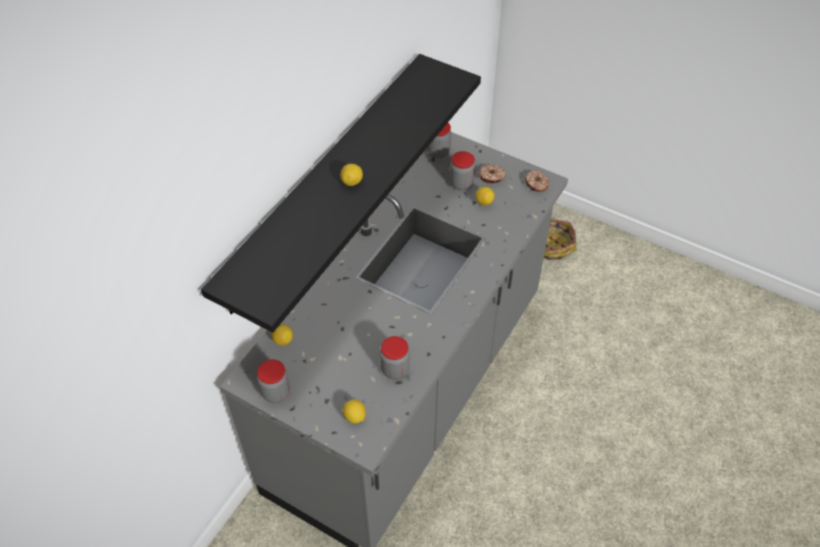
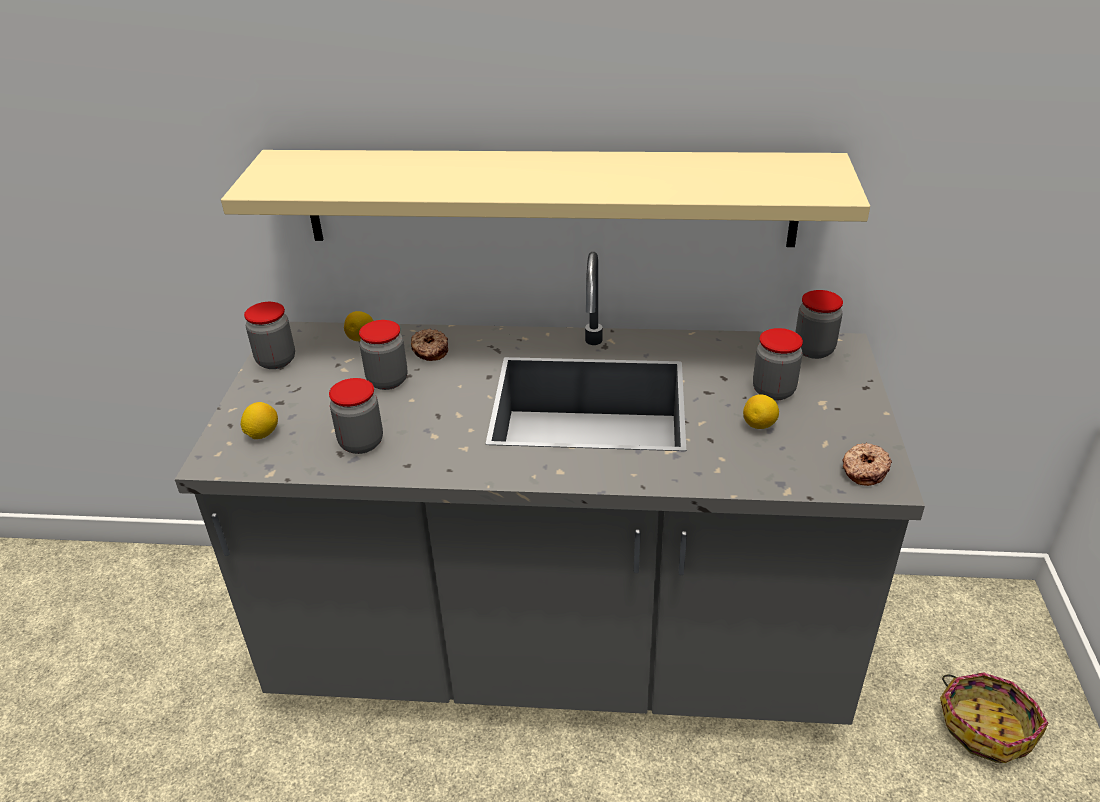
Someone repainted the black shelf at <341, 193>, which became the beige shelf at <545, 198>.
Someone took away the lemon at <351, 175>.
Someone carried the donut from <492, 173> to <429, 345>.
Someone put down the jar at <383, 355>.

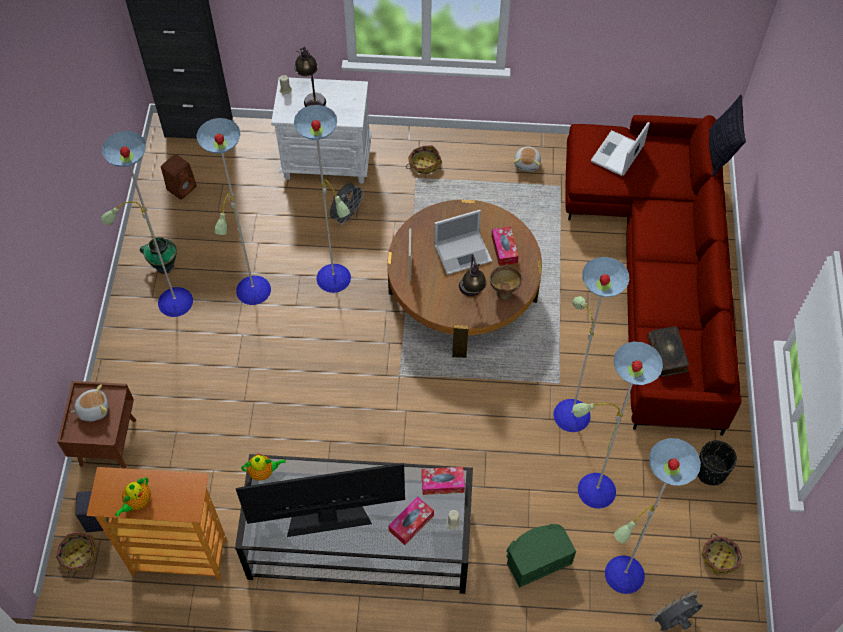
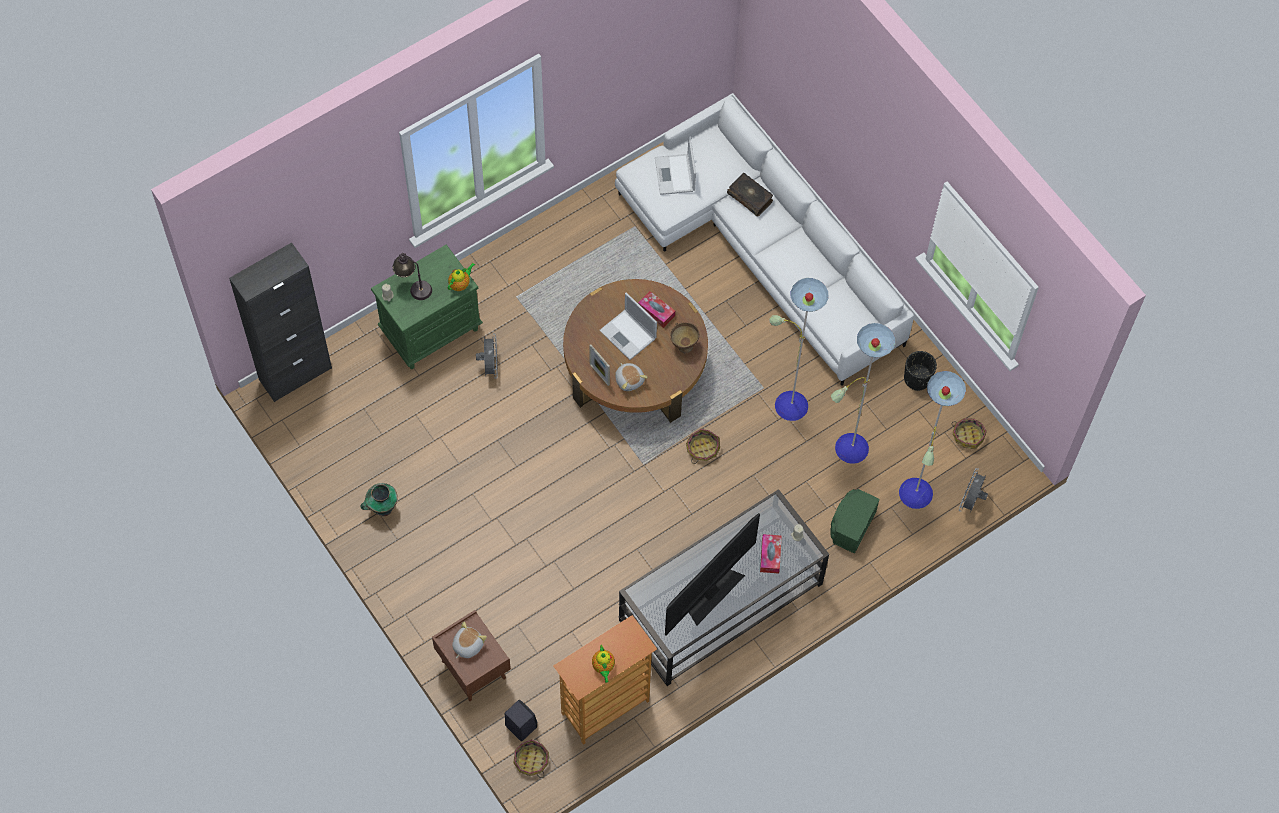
Someone repainted the white nightstand at <321, 131>, which became the green nightstand at <427, 306>.
Someone took away the pillow at <727, 135>.
Someone took away the floor lamp at <226, 211>.
Someone repainted the red sofa at <653, 275>, which became the white sofa at <764, 241>.
Someone carried the basket from <424, 159> to <703, 446>.
Someone carried the plush toy from <527, 159> to <631, 377>.
Someone took away the brown speaker at <179, 177>.
Someone rotated the laptop at <463, 242> by 105 degrees clockwise.
Someone took away the table lamp at <472, 275>.
Someone carried the book from <668, 351> to <750, 195>.
Someone carried the teapot from <263, 467> to <461, 277>.
Someone took away the tissue box at <443, 481>.

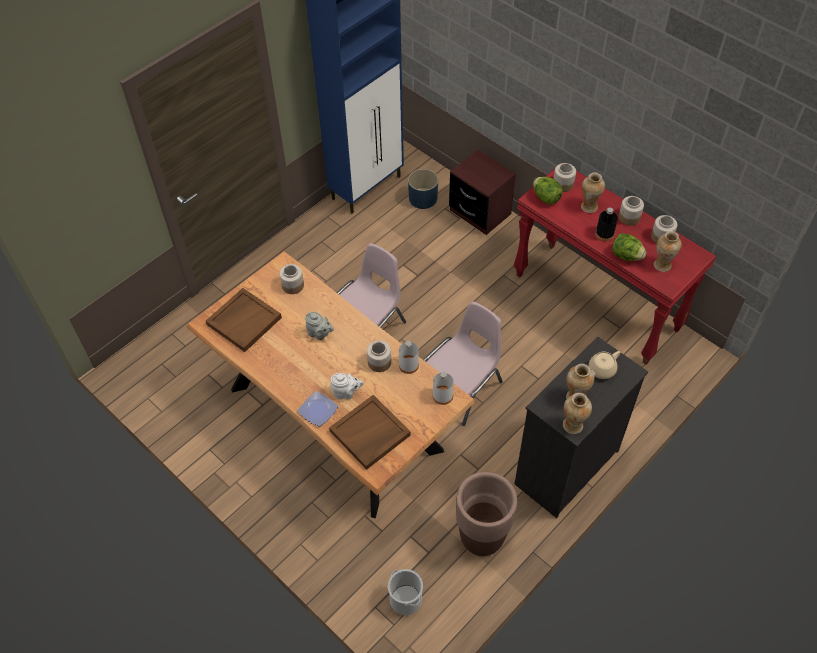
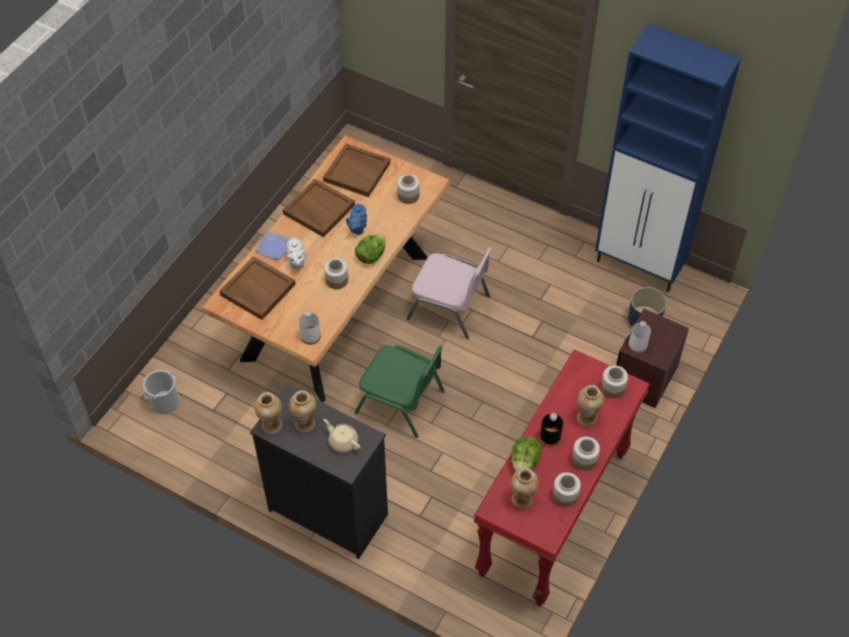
Someone carried the lettuce from <548, 191> to <370, 249>.
Someone repainted the pink chair at <463, 364>, which became the green chair at <400, 391>.
Someone repainted the grey teapot at <319, 326>, which became the blue teapot at <356, 219>.
Someone carried the white bottle from <409, 357> to <639, 337>.
Someone took away the brown planter at <486, 514>.
Someone put down the brown tray at <319, 208>.

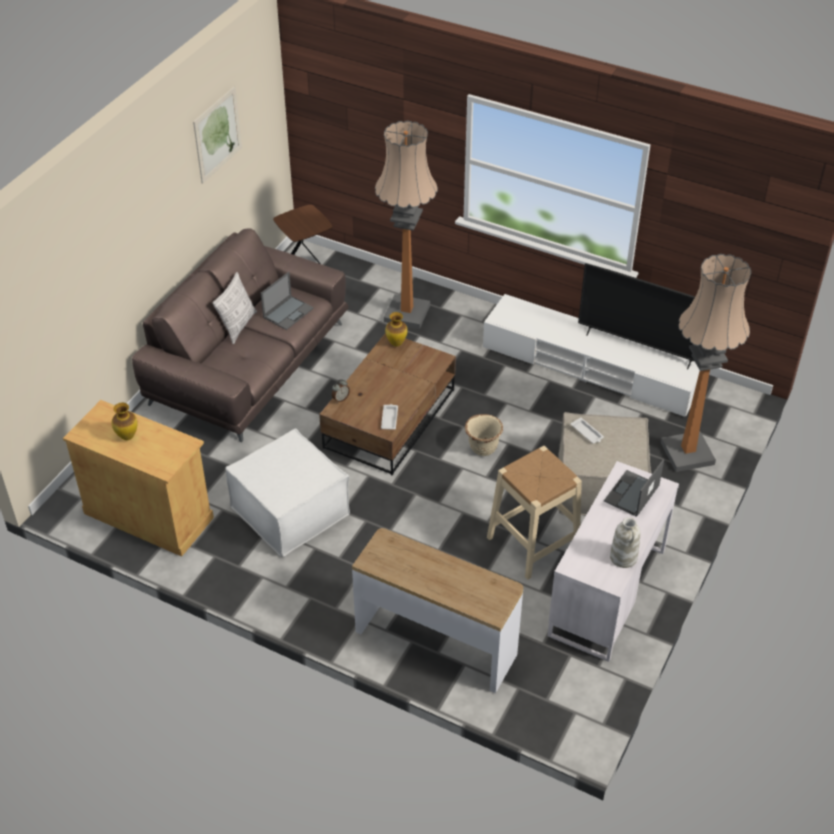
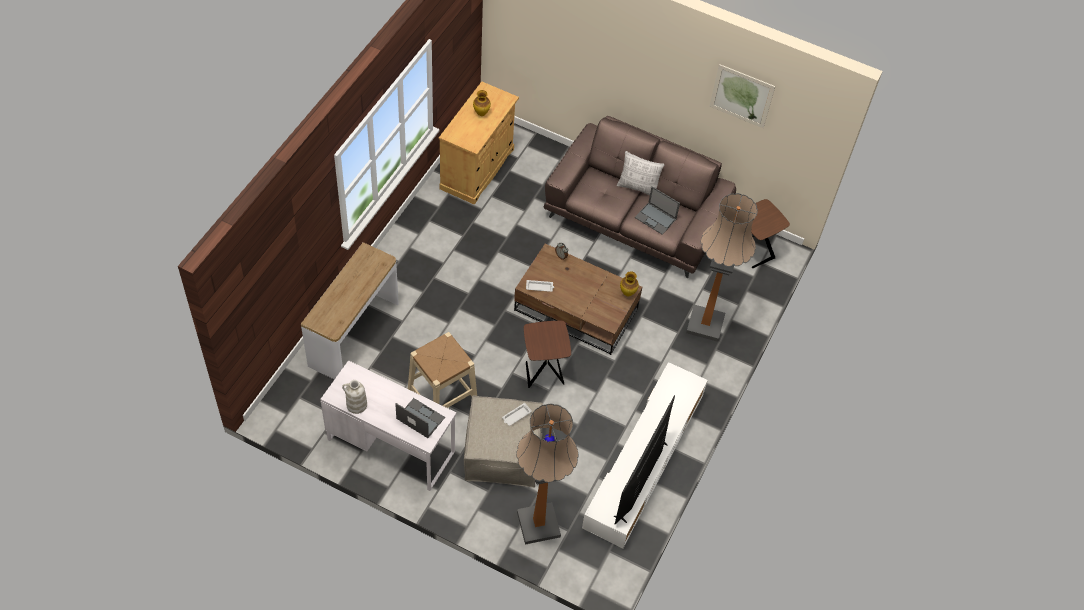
Someone swapped the beige planter at <484, 435> for the brown side table at <547, 354>.
Someone took away the white ottoman at <287, 492>.

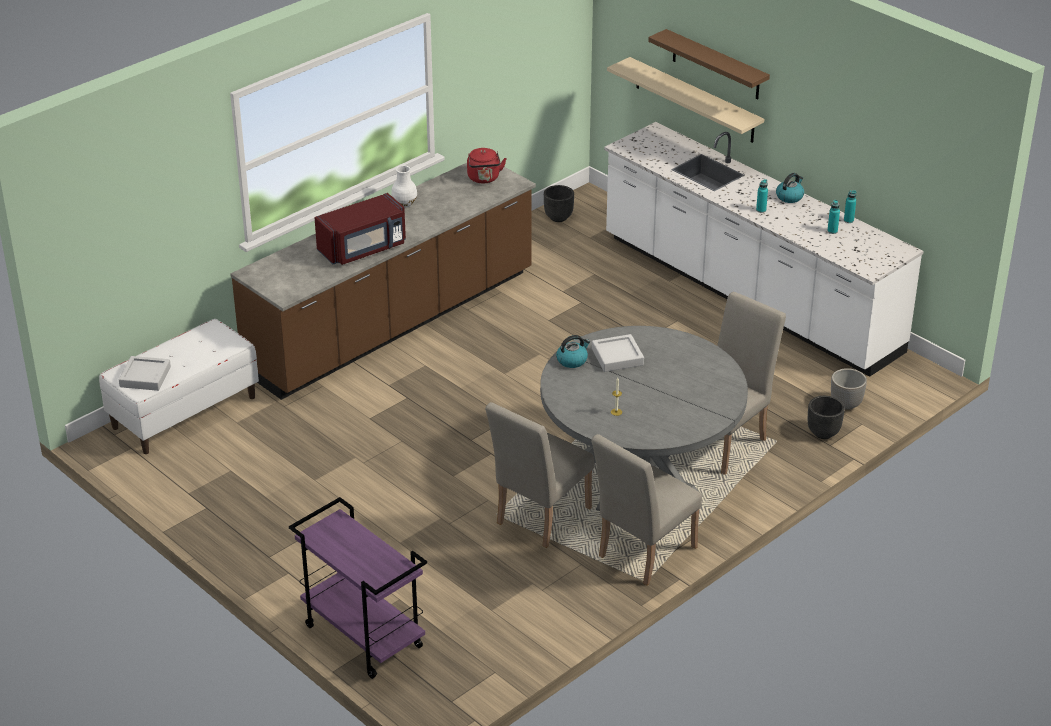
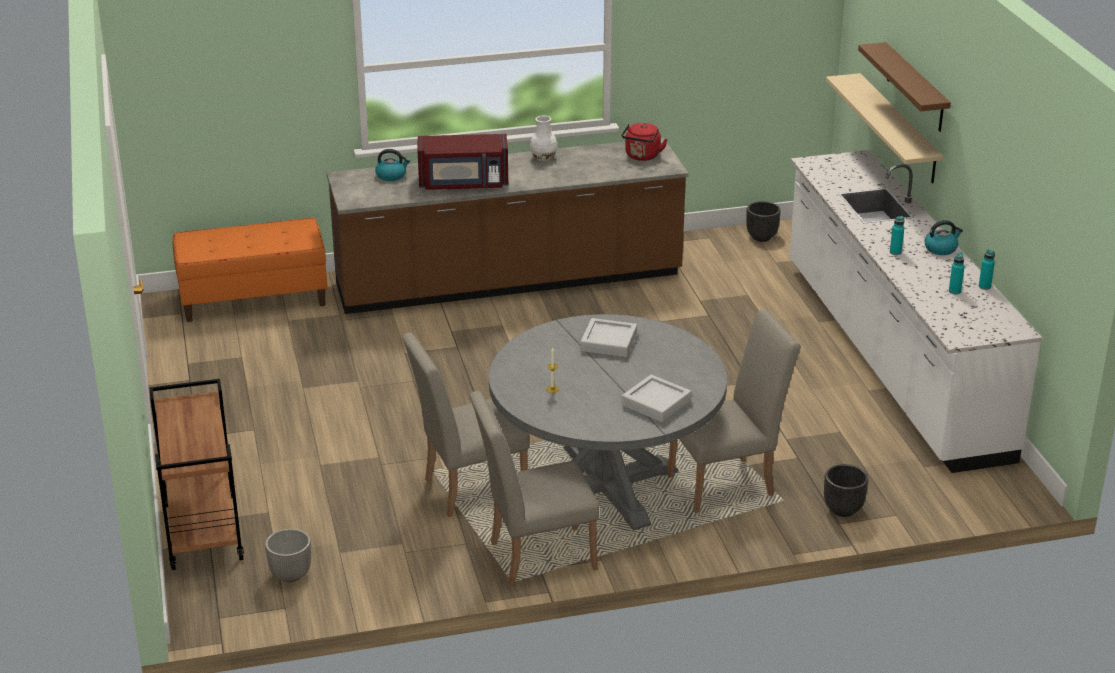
Someone repainted the white bench at <179, 386>, which became the orange bench at <250, 270>.
Someone carried the kettle from <573, 351> to <392, 165>.
Someone carried the grey tray from <145, 373> to <656, 398>.
Someone carried the planter from <849, 389> to <288, 555>.
Someone repainted the purple cart at <358, 588>, which became the brown cart at <196, 474>.

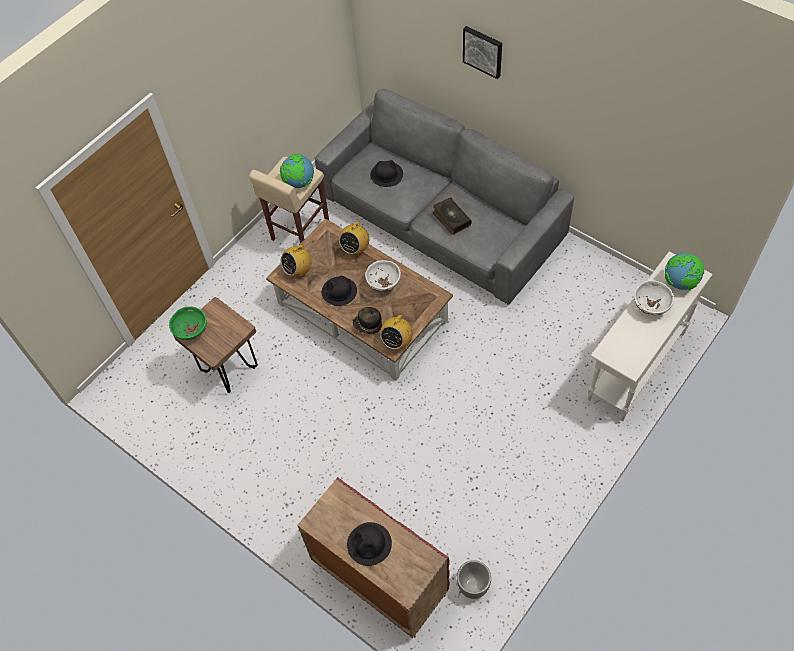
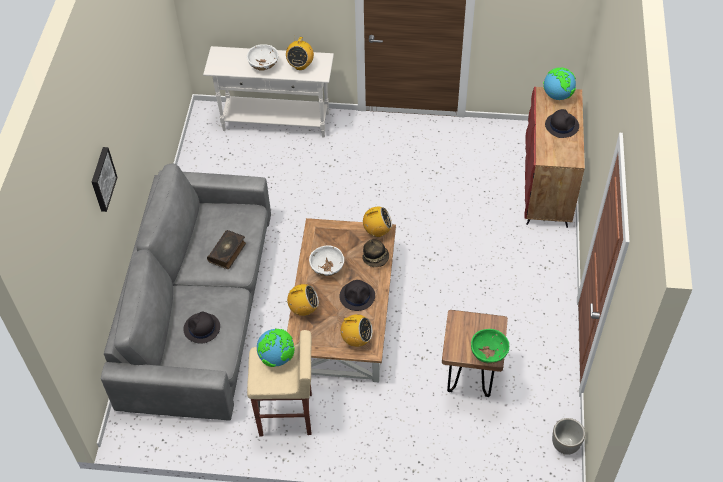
Someone carried the globe from <684, 271> to <559, 83>.
Someone carried the planter from <474, 579> to <568, 436>.
Someone put down the radio at <300, 53>.

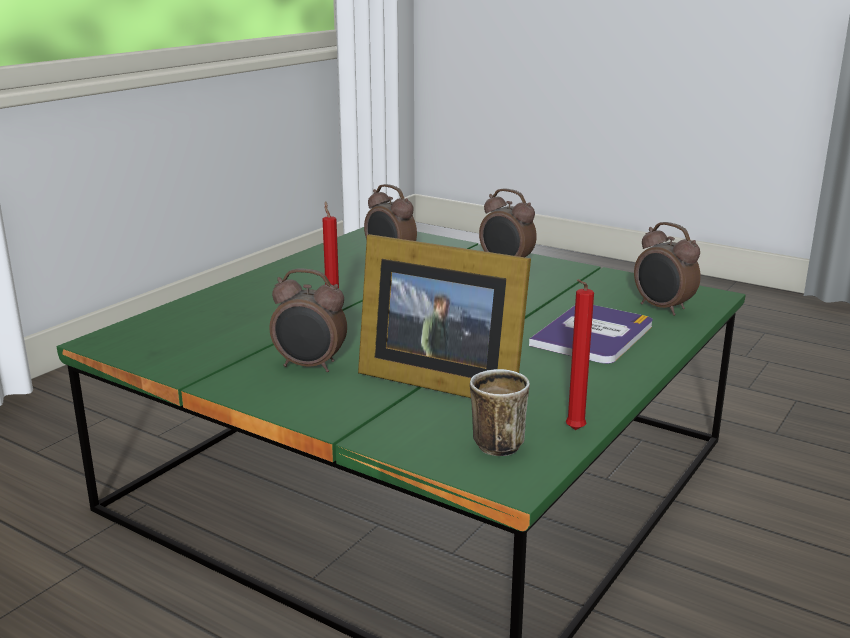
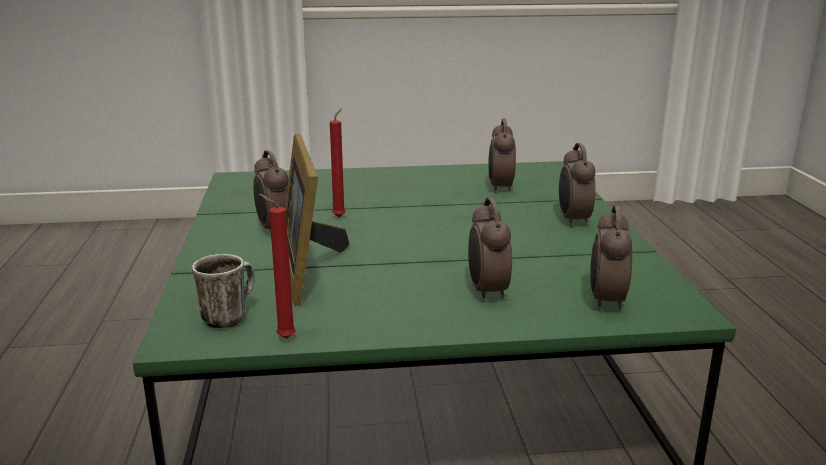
Someone swapped the book at <591, 334> for the alarm clock at <490, 249>.

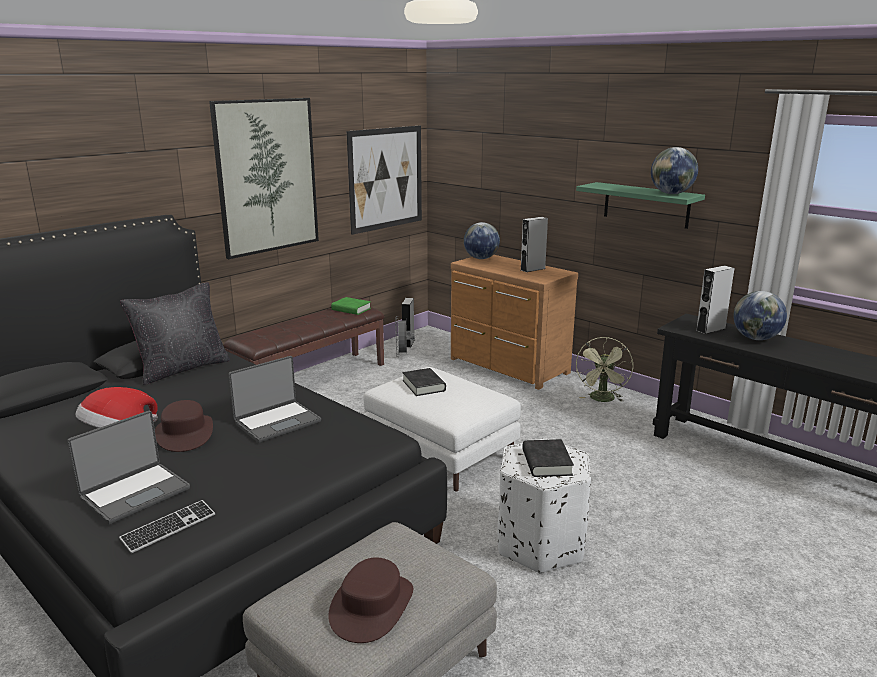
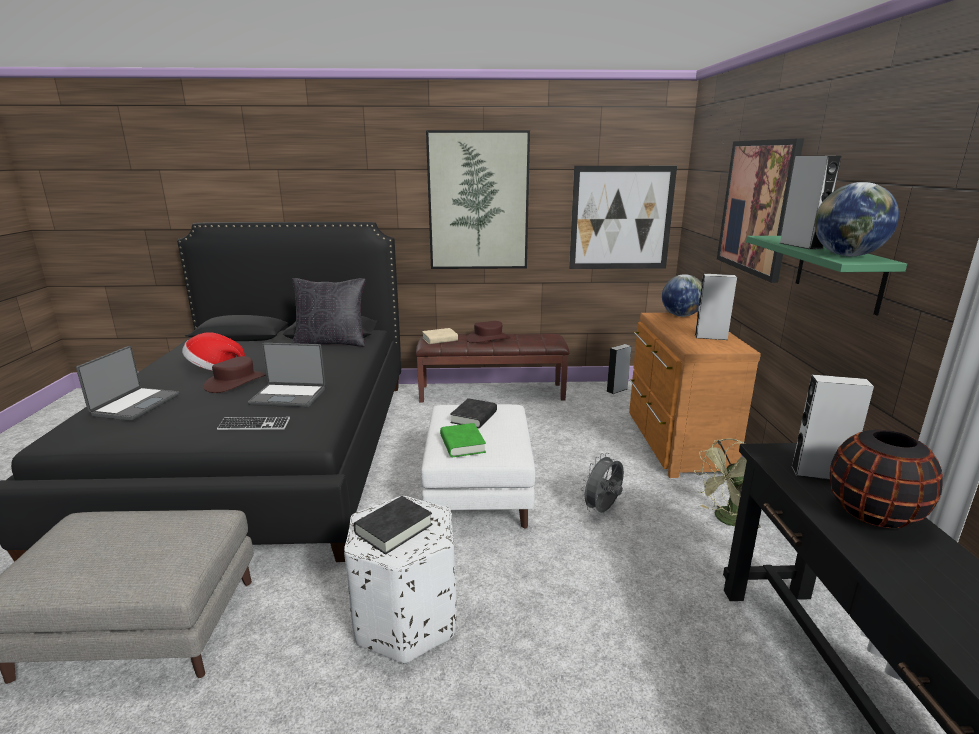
Someone swapped the globe at <760, 315> for the black vase at <886, 478>.
Someone carried the green book from <351, 306> to <463, 440>.
Someone carried the grey fan from <405, 336> to <602, 482>.
Someone rotated the laptop at <128, 468> by 75 degrees counterclockwise.
Someone carried the keyboard from <167, 526> to <253, 423>.
Someone carried the brown hat from <370, 600> to <488, 332>.
Someone put up the picture at <760, 211>.
Someone put down the grey speaker at <810, 202>.
Someone put down the beige book at <440, 336>.

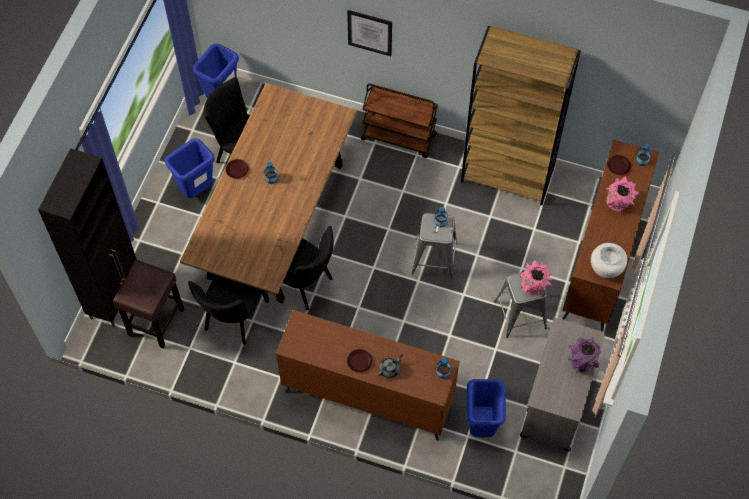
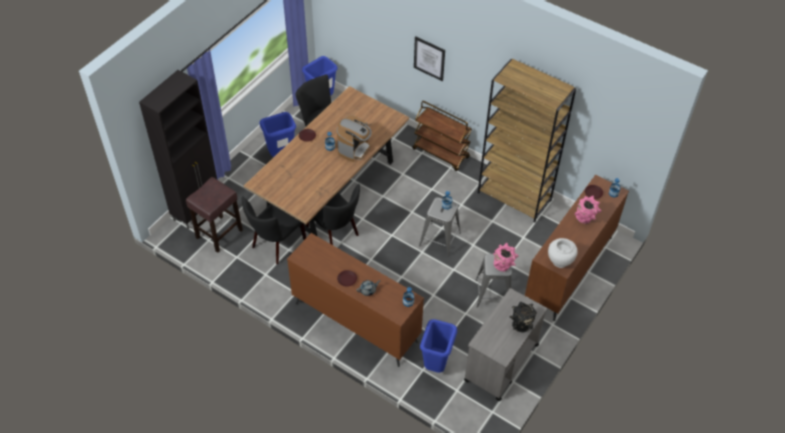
Someone repainted the purple vase at <584, 355>, which became the black vase at <523, 317>.
Someone put down the coffee machine at <354, 138>.

